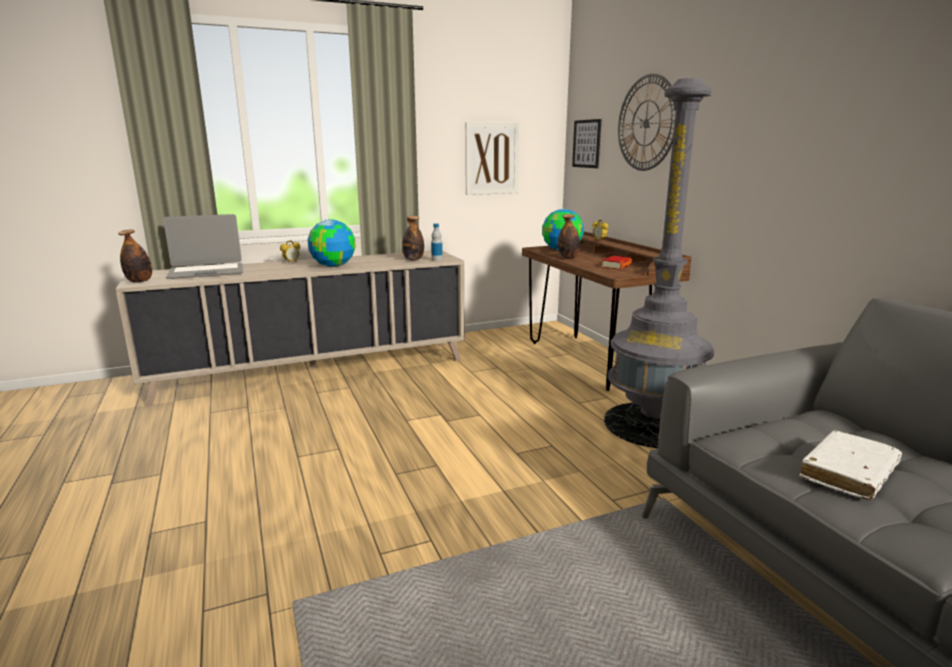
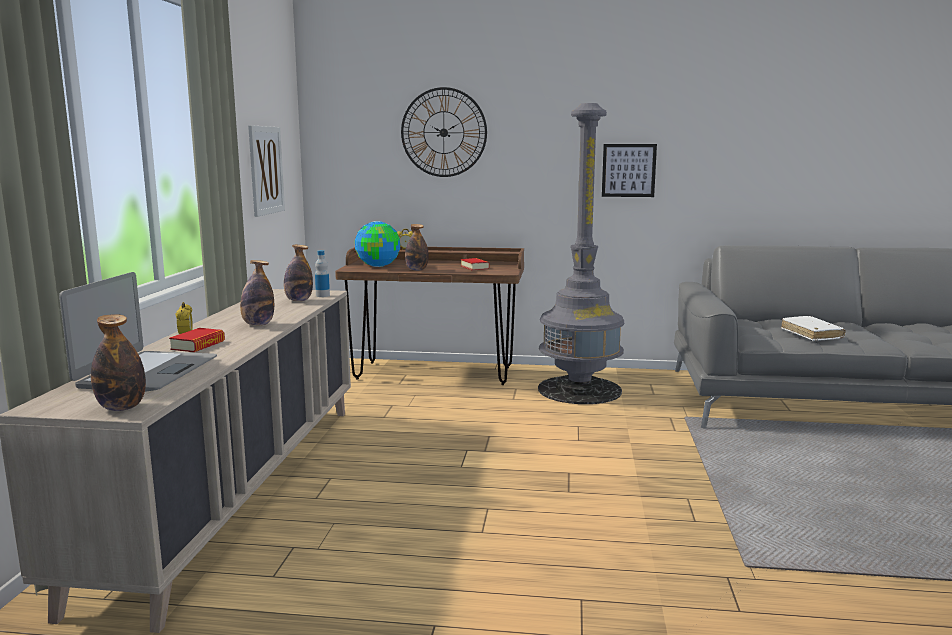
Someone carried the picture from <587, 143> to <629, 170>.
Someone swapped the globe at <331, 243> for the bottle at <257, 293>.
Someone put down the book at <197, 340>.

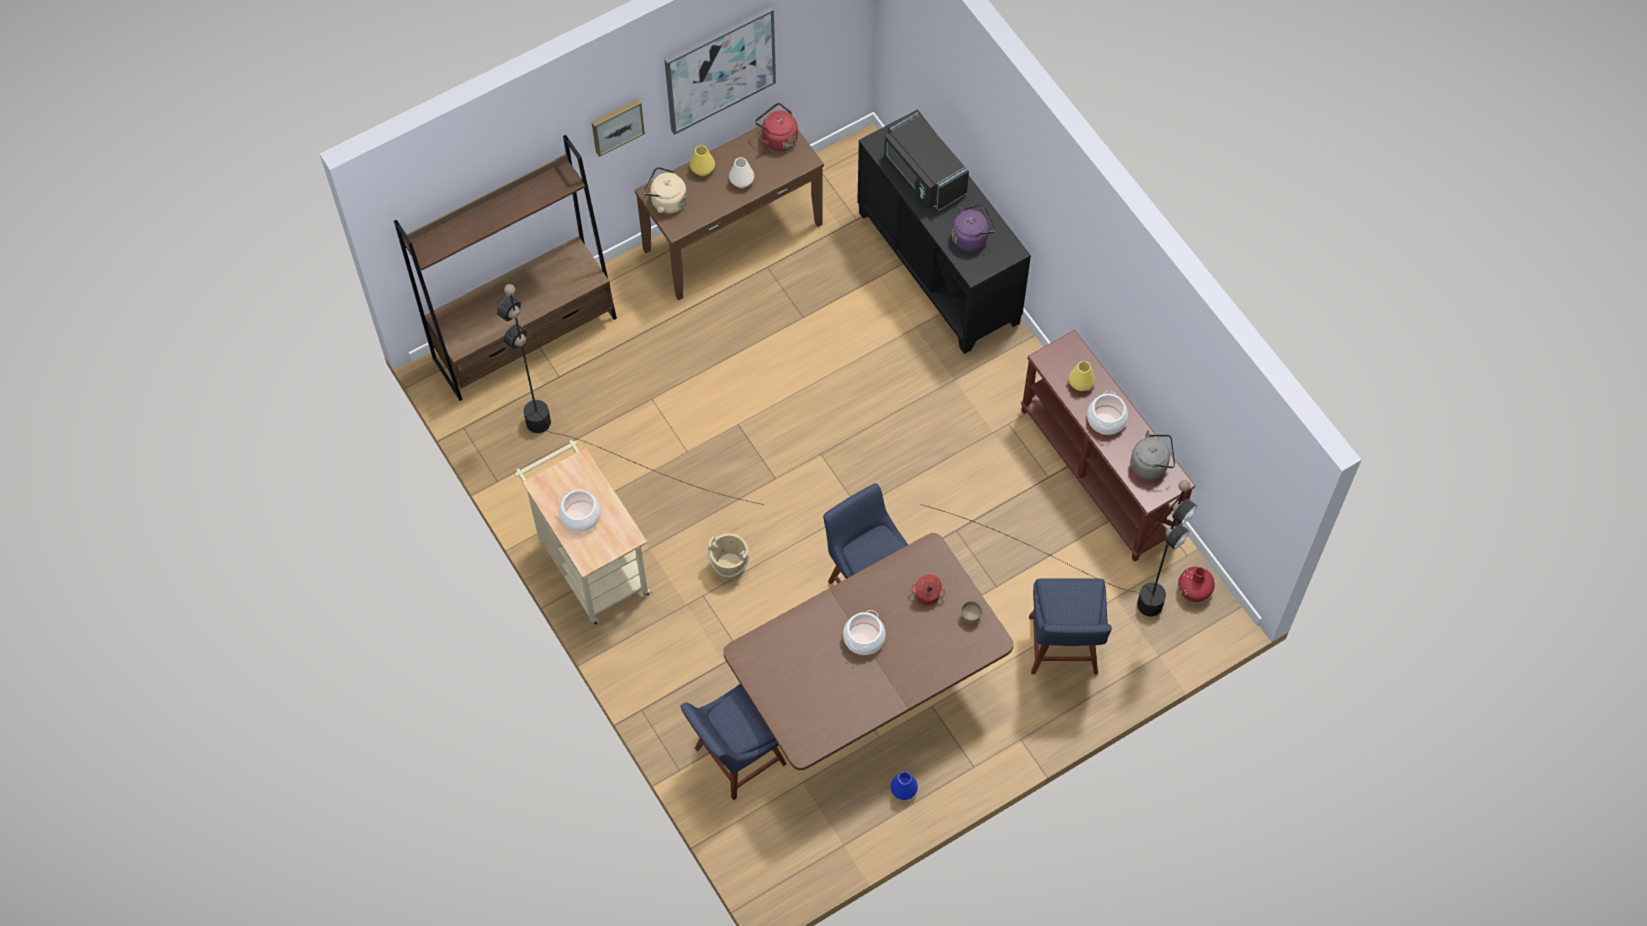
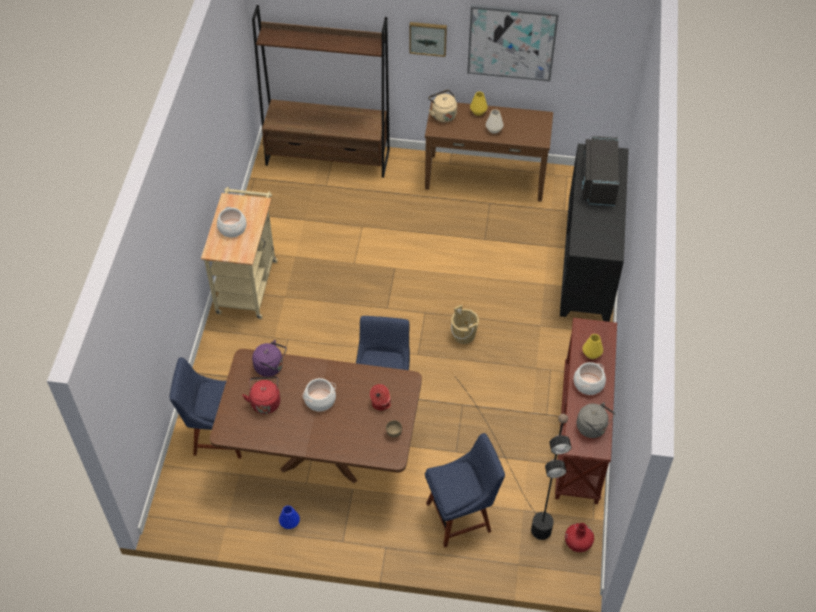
Someone carried the red kettle from <776, 127> to <261, 395>.
Someone carried the purple kettle from <974, 227> to <269, 358>.
Someone took away the black floor lamp at <630, 394>.
Someone carried the beige bucket from <728, 556> to <465, 324>.
Someone rotated the blue chair at <1070, 626> by 150 degrees counterclockwise.

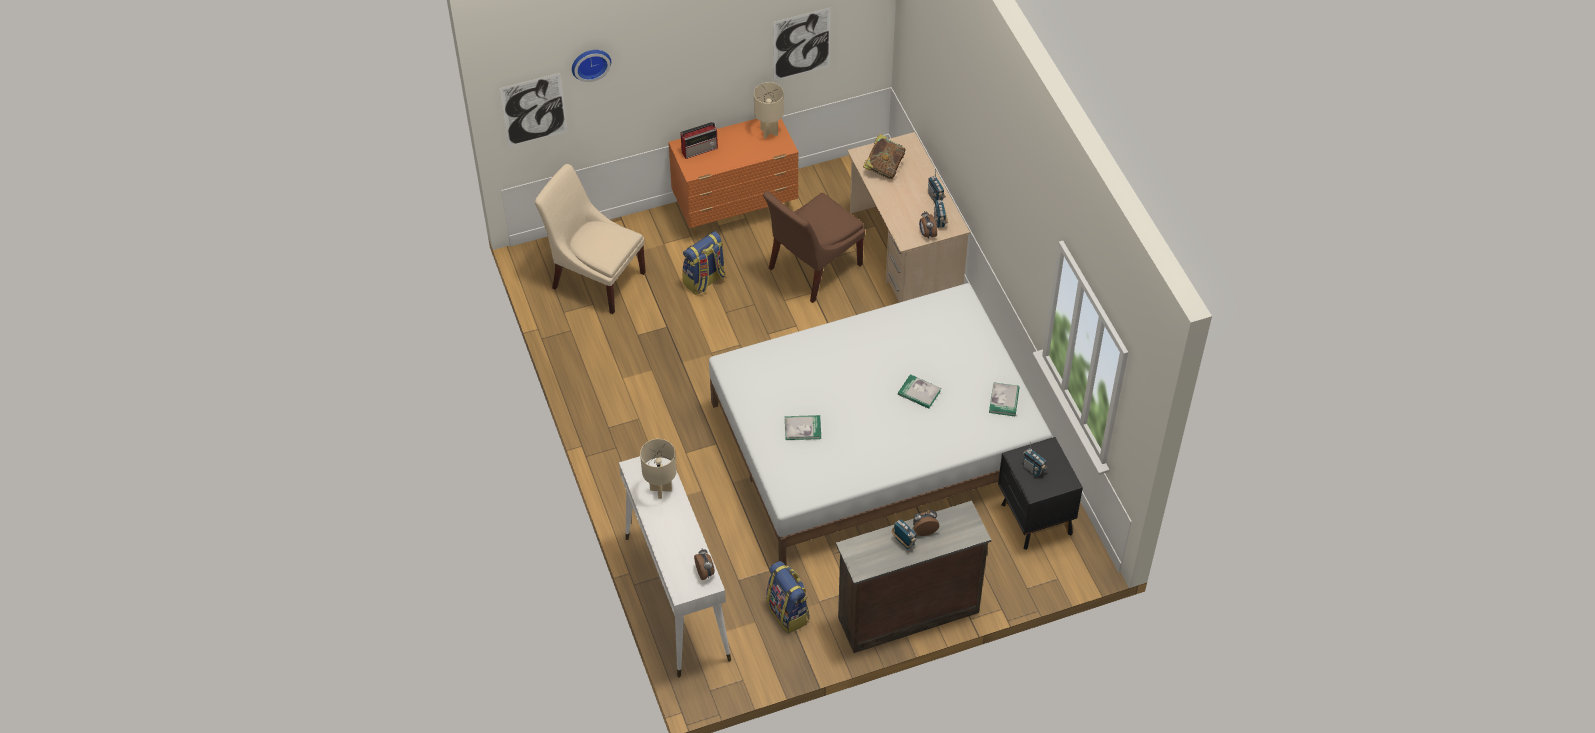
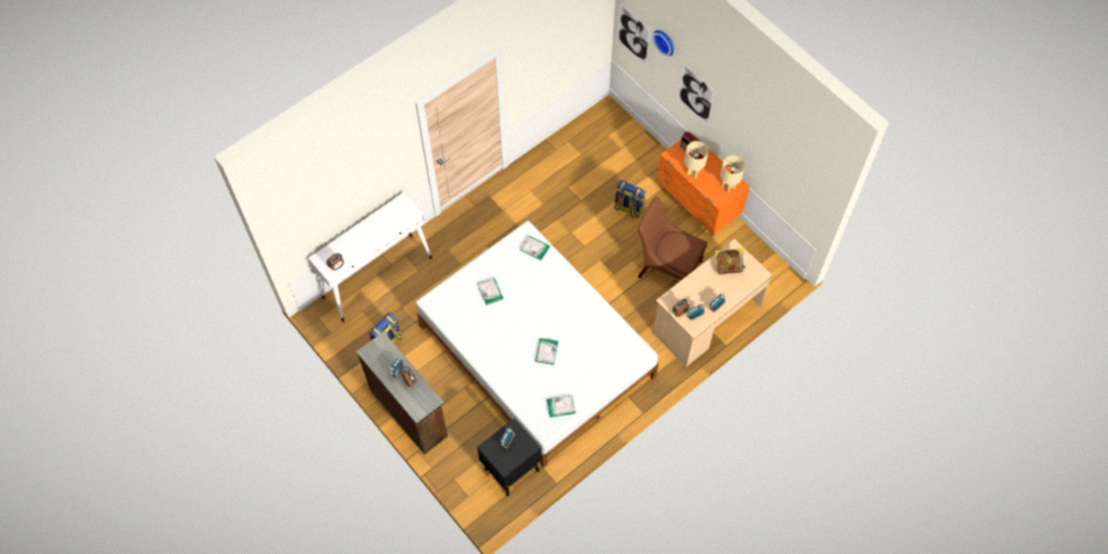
Someone carried the picture from <802, 44> to <697, 94>.
Someone took away the beige chair at <590, 239>.
Someone carried the beige table lamp from <658, 469> to <697, 159>.
Someone put down the book at <535, 248>.

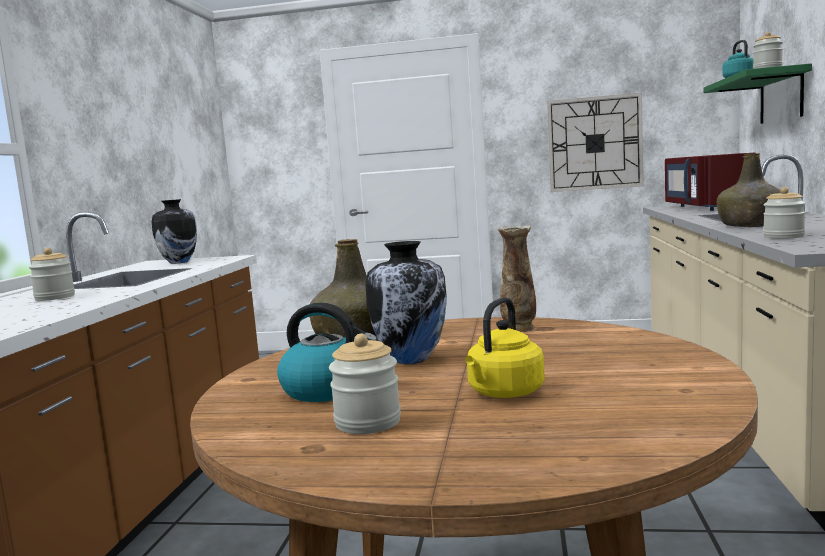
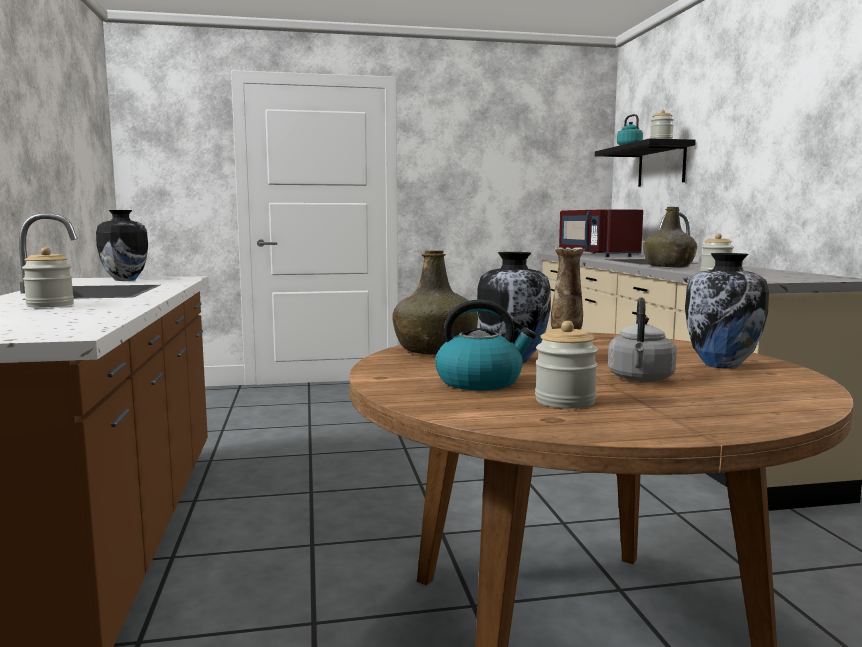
Someone repainted the green shelf at <757, 93>, which became the black shelf at <645, 162>.
Someone took away the wall clock at <595, 142>.
Someone repainted the yellow kettle at <505, 347>, which became the grey kettle at <642, 339>.
Someone put down the vase at <727, 311>.

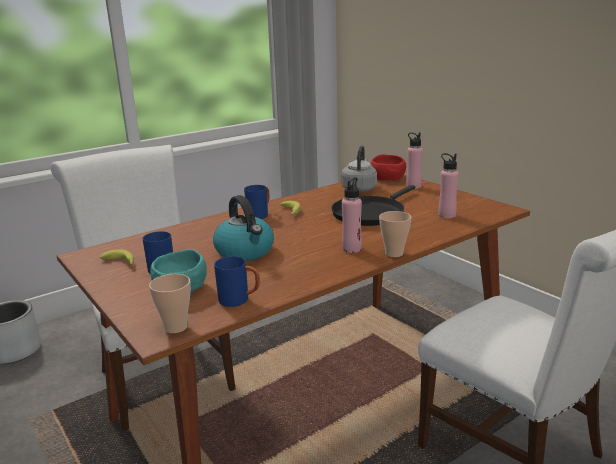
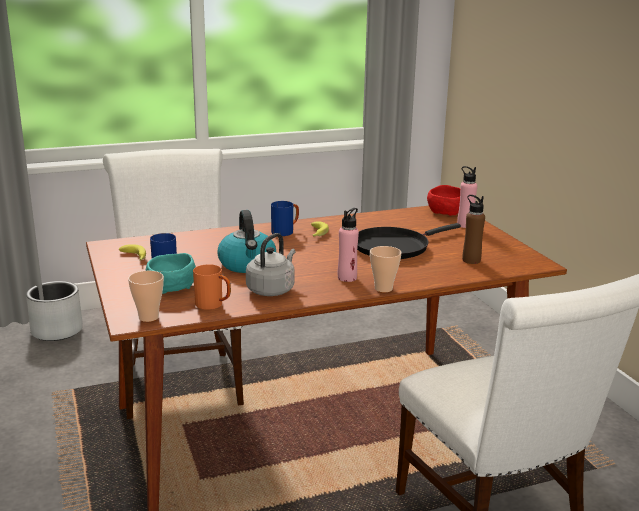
Someone carried the grey kettle from <359, 168> to <271, 264>.
Someone repainted the pink bottle at <448, 186>, which became the brown bottle at <473, 229>.
Someone repainted the blue mug at <237, 281>, which became the orange mug at <212, 287>.

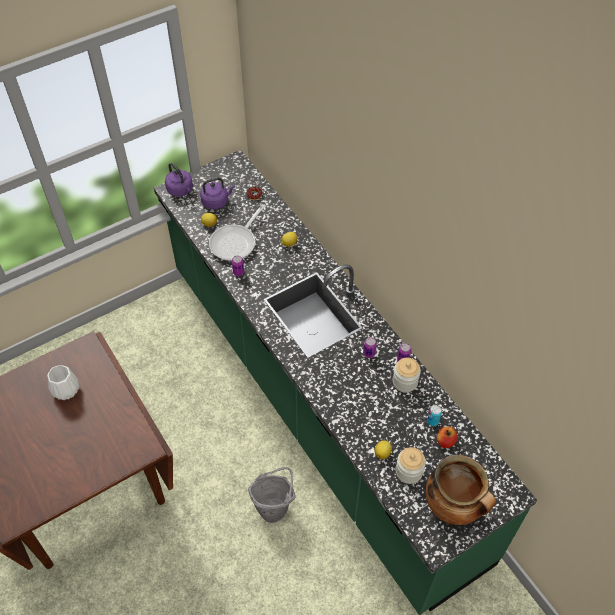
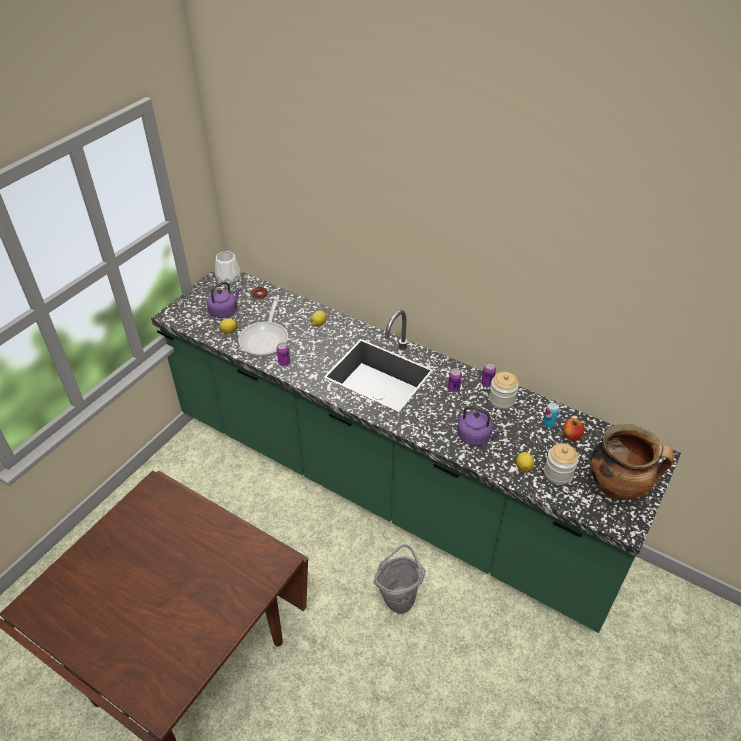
Someone carried the purple kettle from <179, 180> to <479, 426>.
Someone carried the white vase from <63, 382> to <228, 268>.

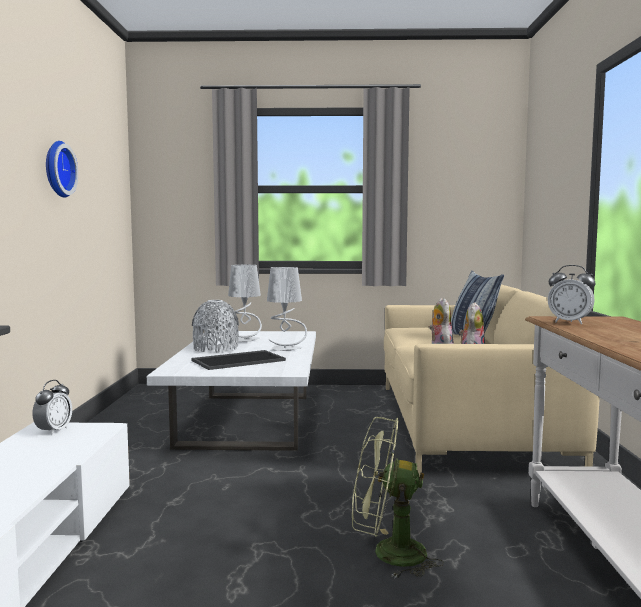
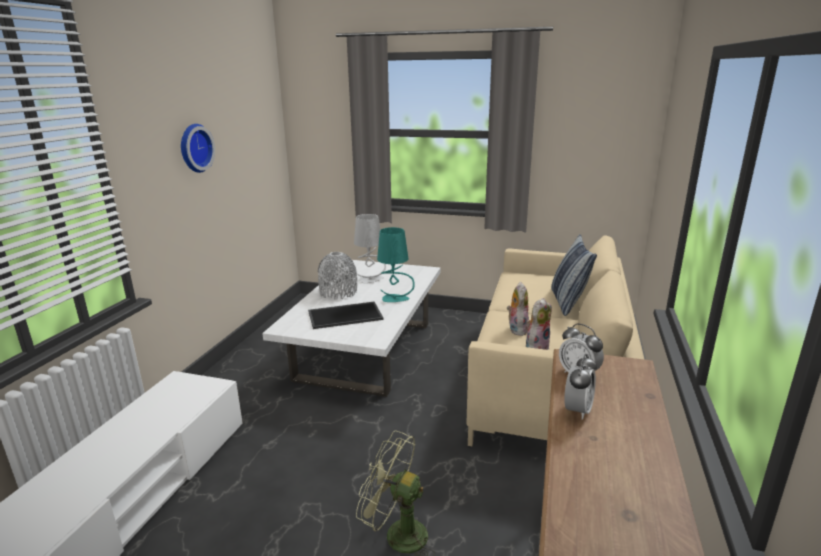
Someone repainted the grey table lamp at <287, 309>, which became the turquoise table lamp at <396, 264>.
Someone carried the alarm clock from <52, 407> to <580, 387>.

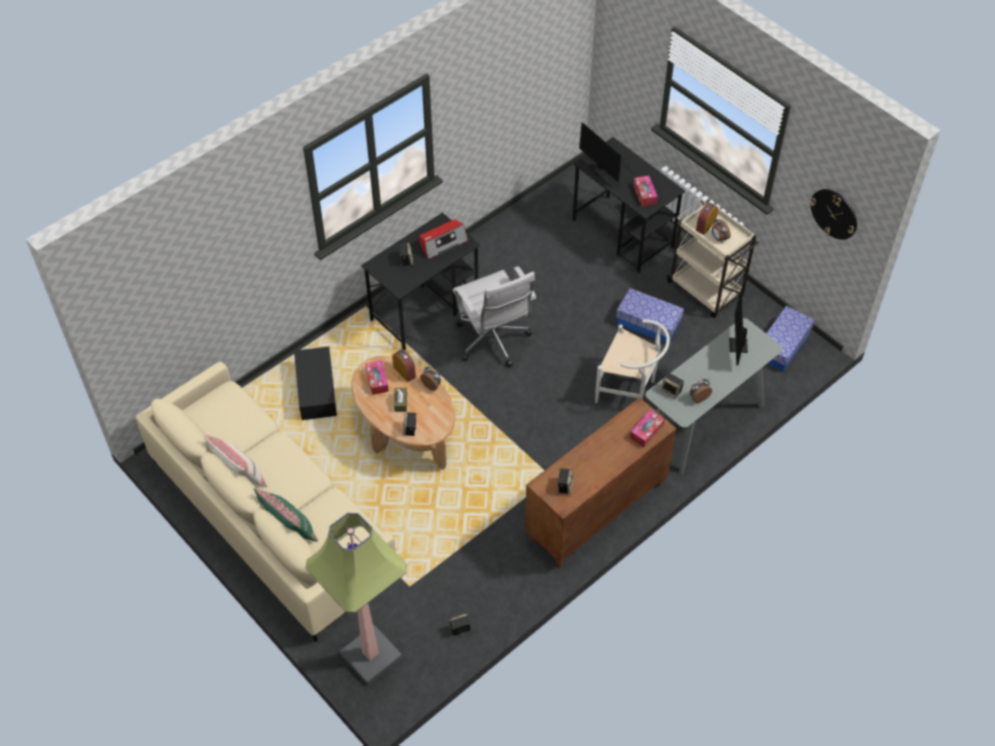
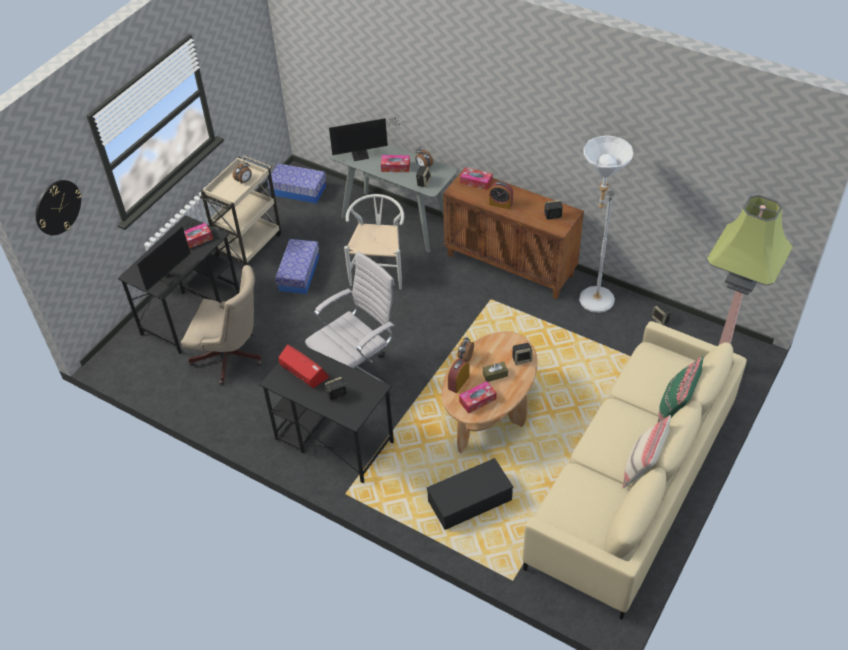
Someone carried the wall clock from <833, 214> to <58, 207>.
Someone carried the alarm clock from <707, 218> to <501, 195>.
Someone put down the white floor lamp at <606, 224>.
Someone put down the tissue box at <395, 163>.
Someone put down the beige office chair at <221, 325>.

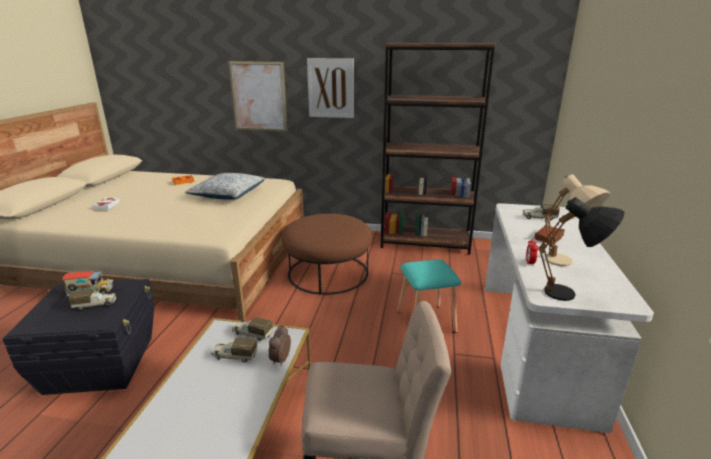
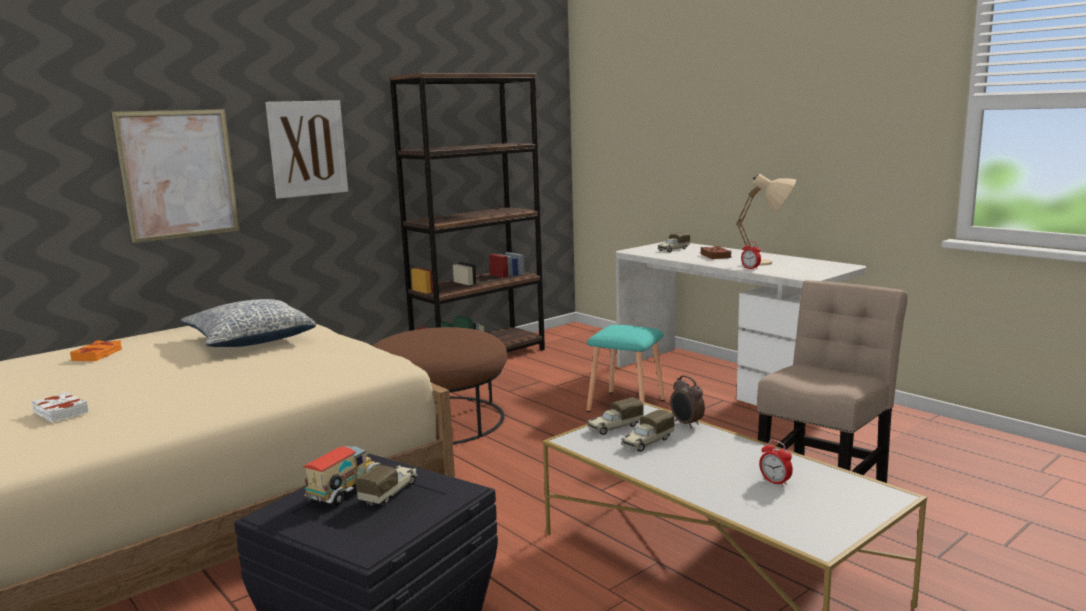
Someone took away the black table lamp at <581, 249>.
Someone put down the alarm clock at <776, 463>.

